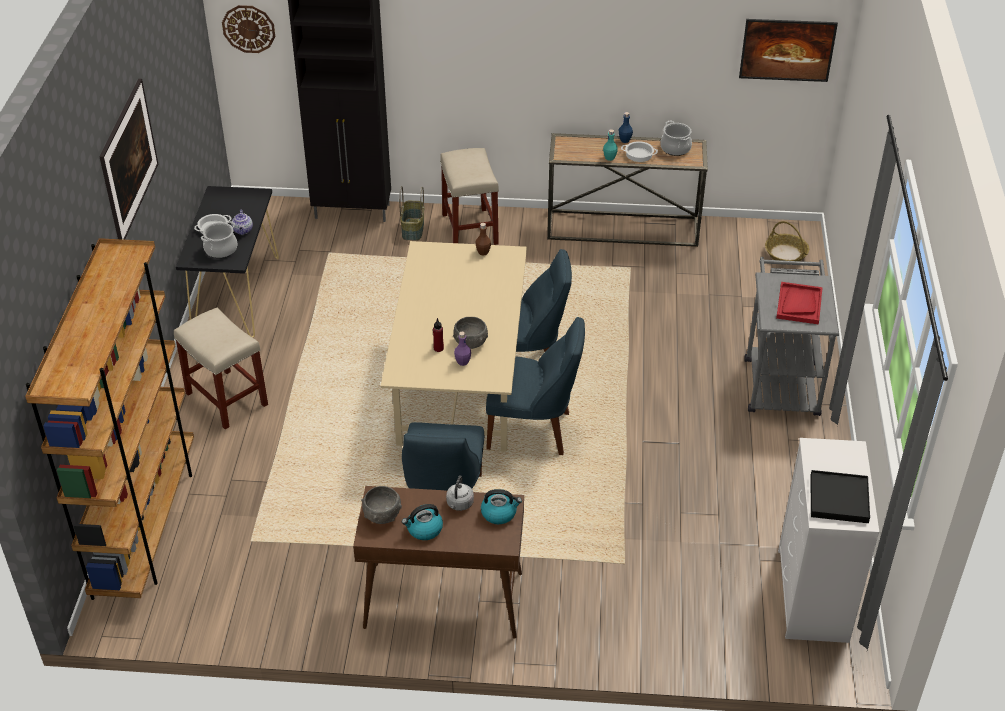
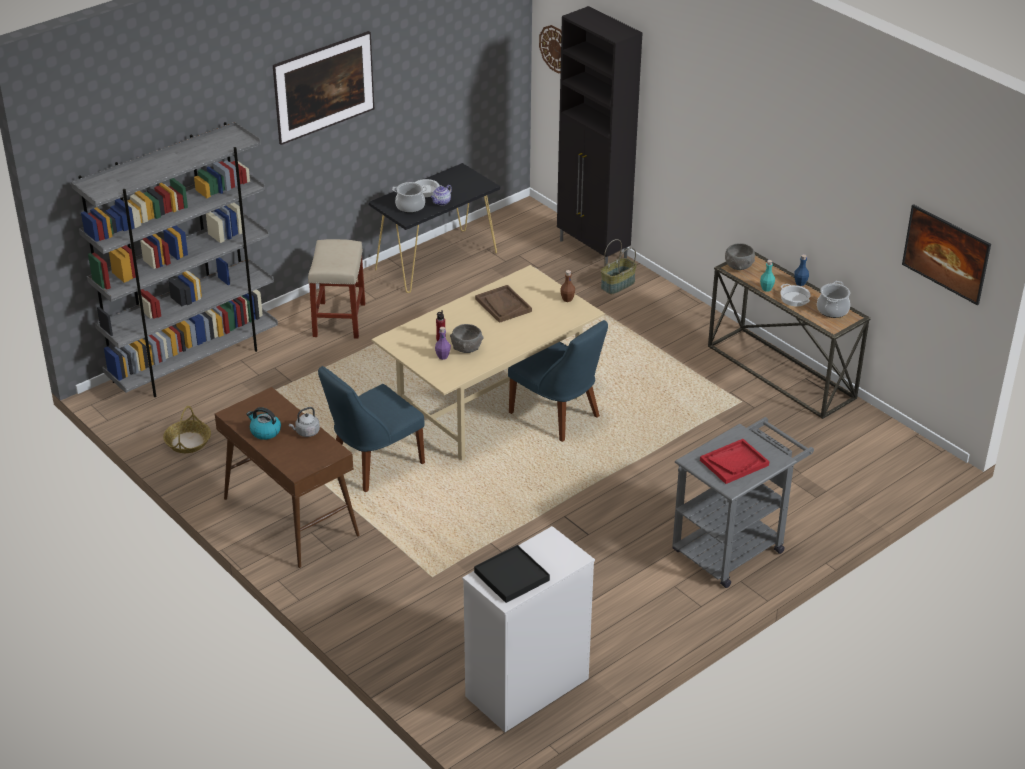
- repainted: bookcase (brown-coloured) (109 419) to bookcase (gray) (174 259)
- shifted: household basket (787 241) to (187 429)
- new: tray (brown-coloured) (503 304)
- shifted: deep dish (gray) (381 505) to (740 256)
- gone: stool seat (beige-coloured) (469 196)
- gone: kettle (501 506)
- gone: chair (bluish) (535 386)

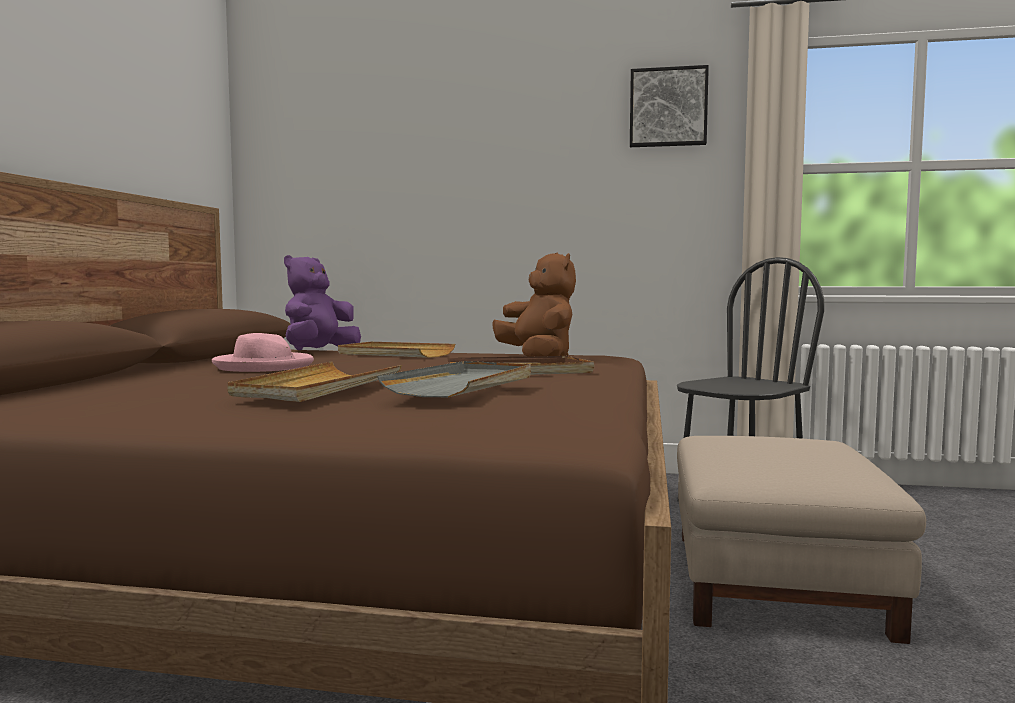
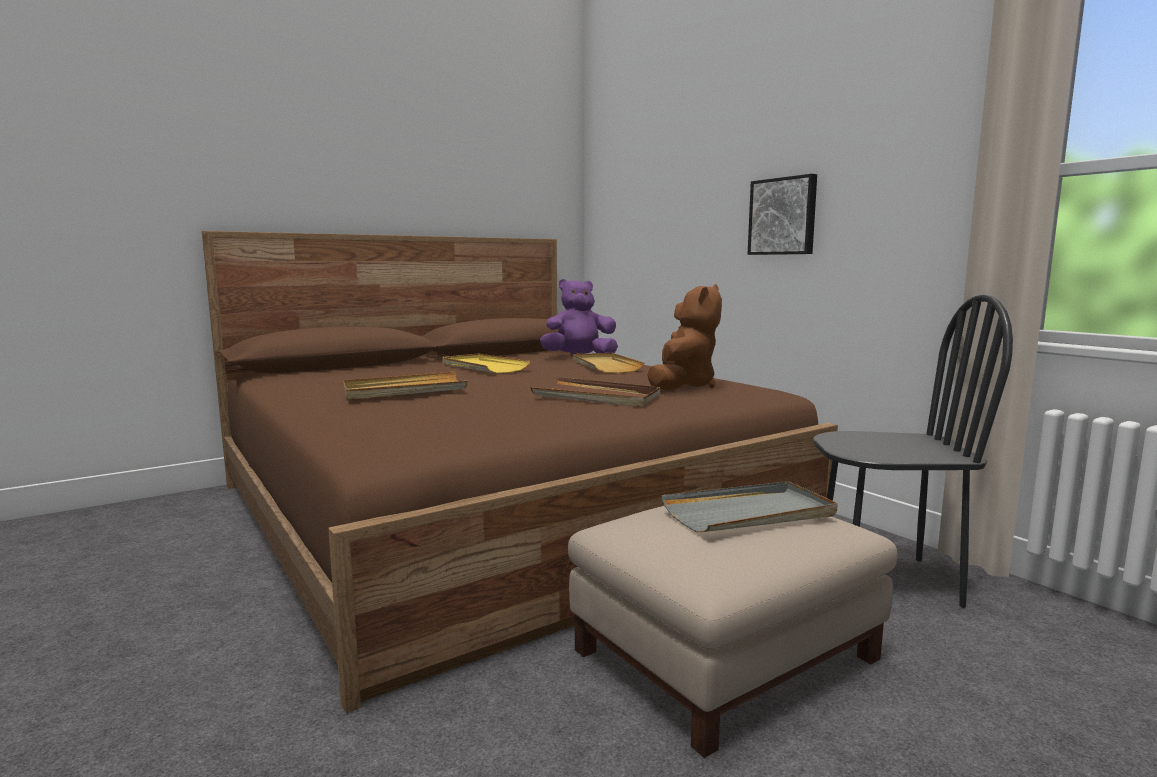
- swapped: clothing hat (pink) (263 352) to tray (yellow-coloured) (486 363)
- shifted: tray (gray) (454 379) to (749 507)
- shifted: picture (669 106) to (782 214)

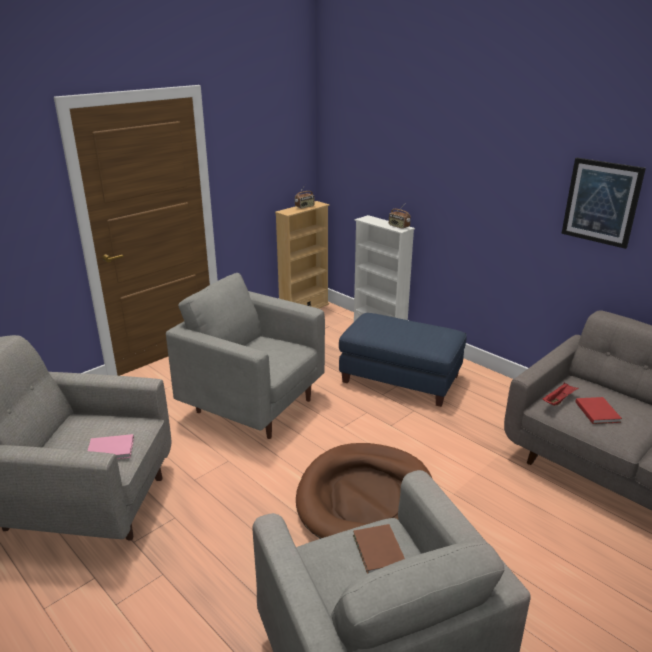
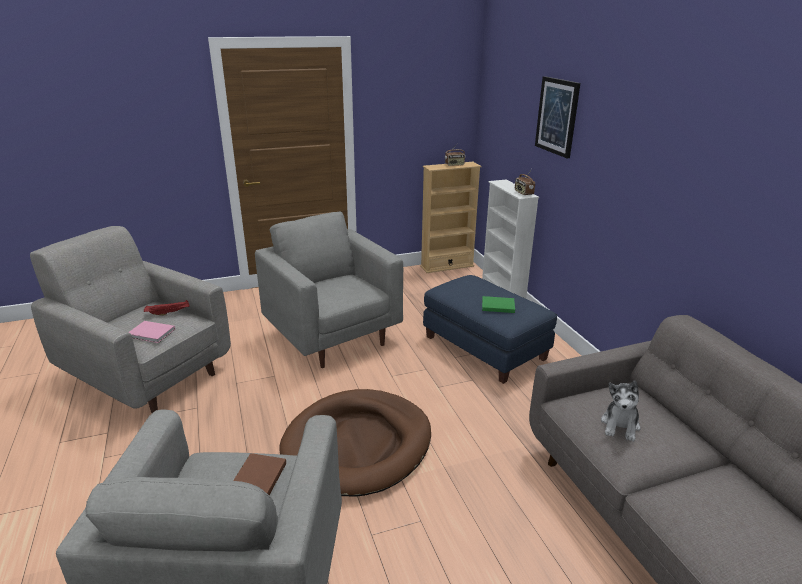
- shifted: tray (red) (560 394) to (166 307)
- new: book (green-coloured) (498 304)
- shifted: picture (603 203) to (557 117)
- swapped: book (red) (598 410) to plush toy (621 411)

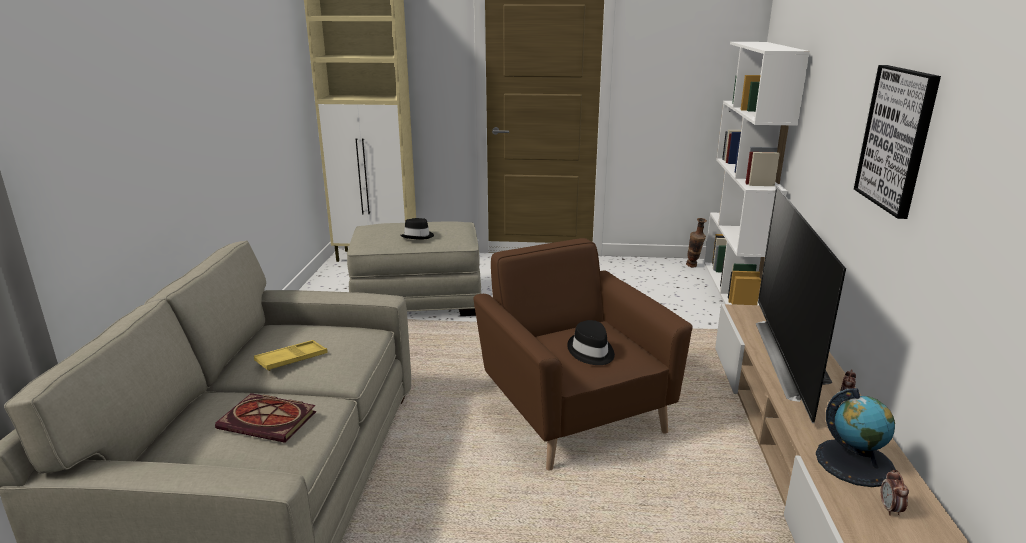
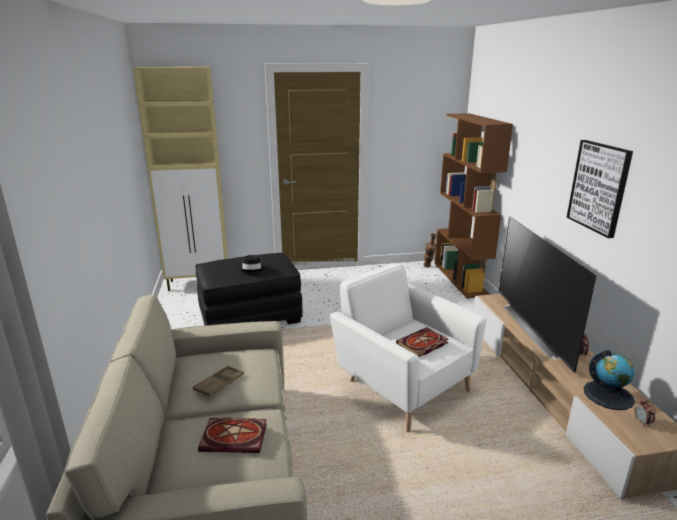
- repainted: tray (yellow-coloured) (290 355) to tray (brown-coloured) (218 381)
- repainted: ottoman (beige-coloured) (414 269) to ottoman (black-coloured) (249 289)
- repainted: lounge chair (brown-coloured) (582 354) to lounge chair (white-coloured) (408 347)
- swapped: clothing hat (black-coloured) (591 342) to book (422 342)
- repainted: bookcase (white-coloured) (757 173) to bookcase (brown-coloured) (474 206)

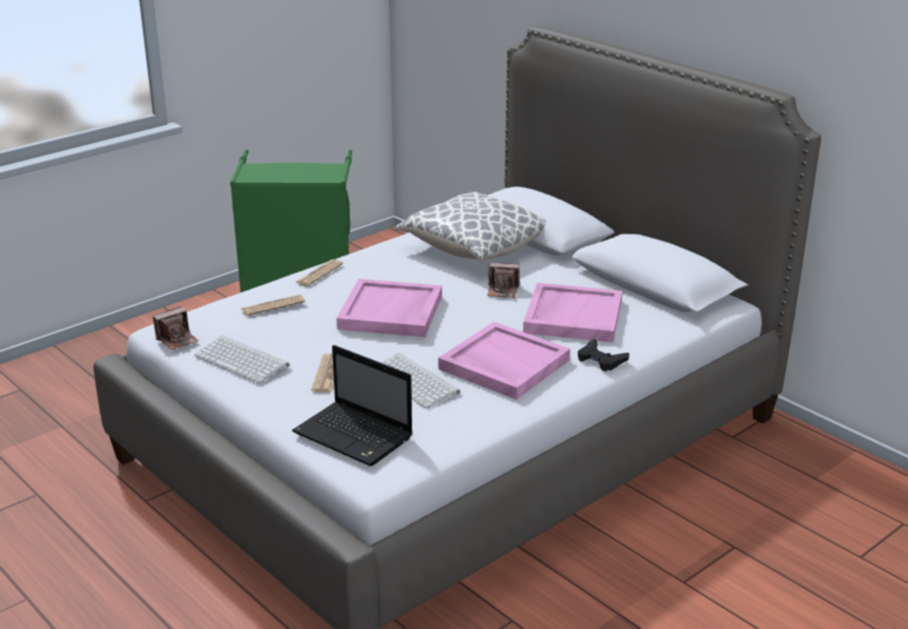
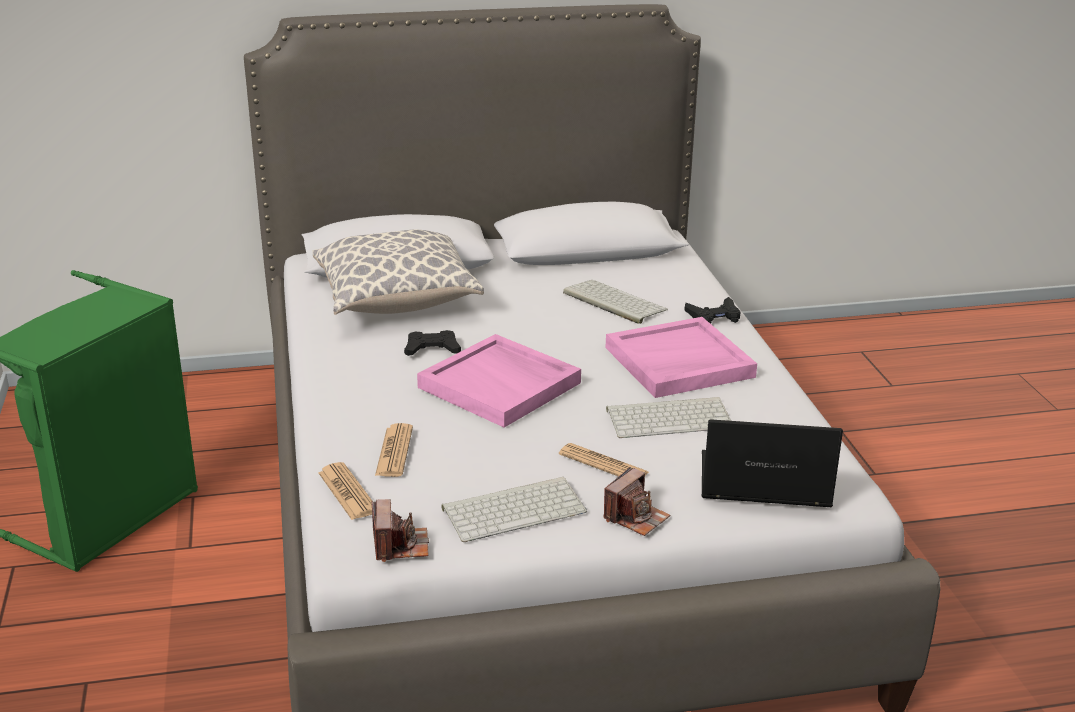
- shifted: printed paper (319 272) to (345 491)
- new: joypad (black-coloured) (432 343)
- swapped: tray (pink) (572 312) to computer keyboard (615 302)
- shifted: still camera (503 280) to (636 501)
- rotated: portable computer (352 405) = (772 463) 150 degrees counterclockwise

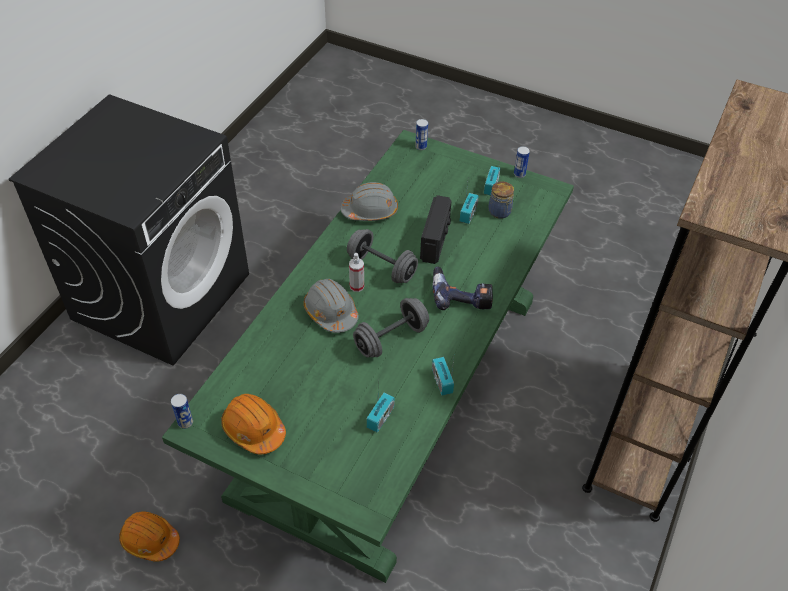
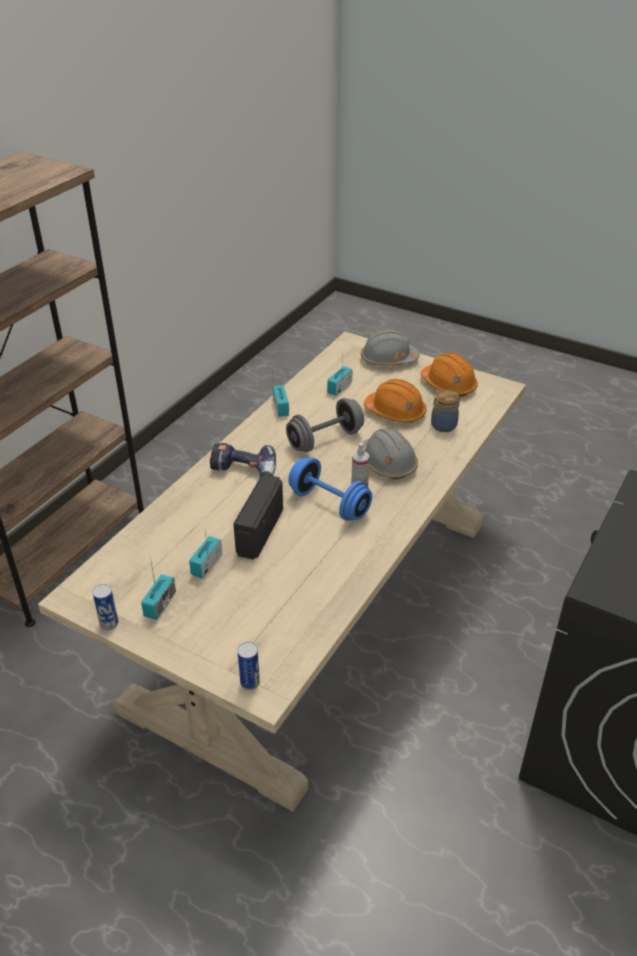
- repainted: kitchen table (green-coloured) (368 356) to kitchen table (beige-coloured) (282 571)
- repainted: dumbbell (gray) (382 256) to dumbbell (bluish) (330 489)
- shifted: hard hat (gray) (369 201) to (390 347)
- shifted: hard hat (orange) (149 537) to (395 401)
- shifted: storage jar (501 200) to (445 411)
- gone: sealed can (182 411)

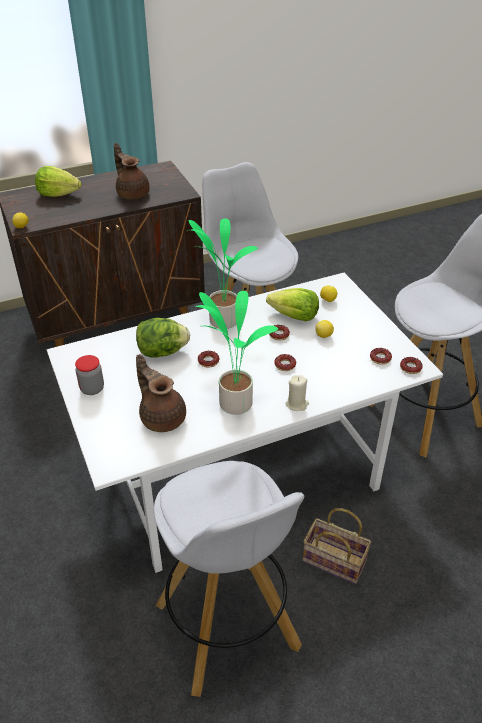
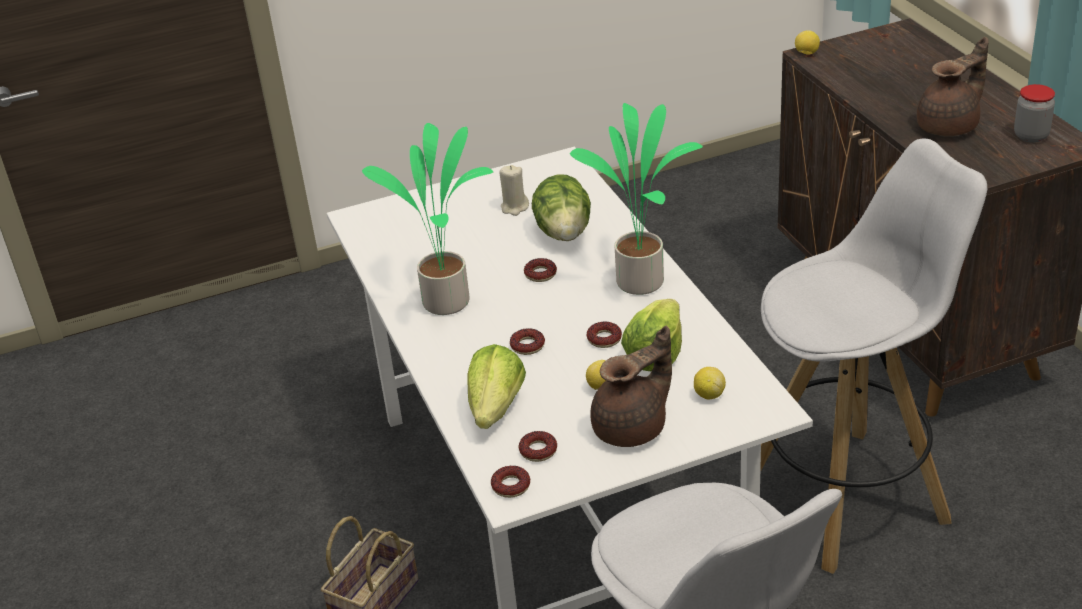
- shifted: lettuce head (58 181) to (496 386)
- shifted: candle (beige-coloured) (297 393) to (514 190)
- shifted: teapot (brown-coloured) (161 393) to (631 386)
- shifted: storage jar (89 375) to (1034 113)
- gone: stool seat (white-coloured) (229 579)

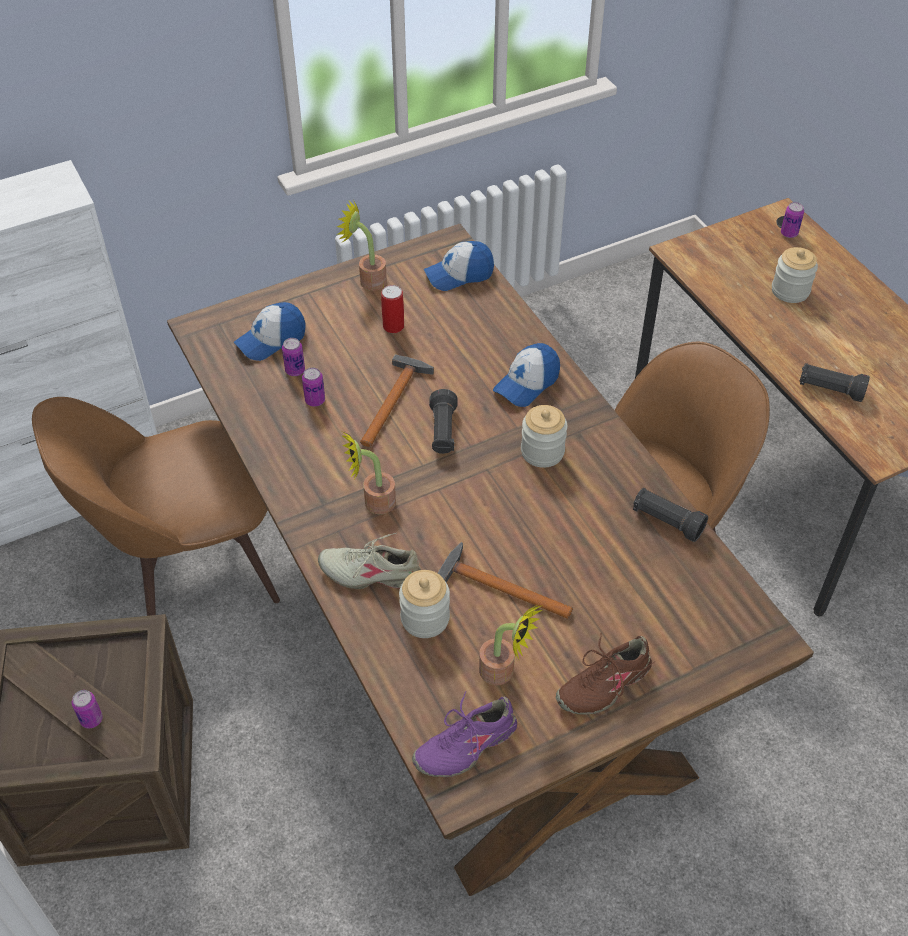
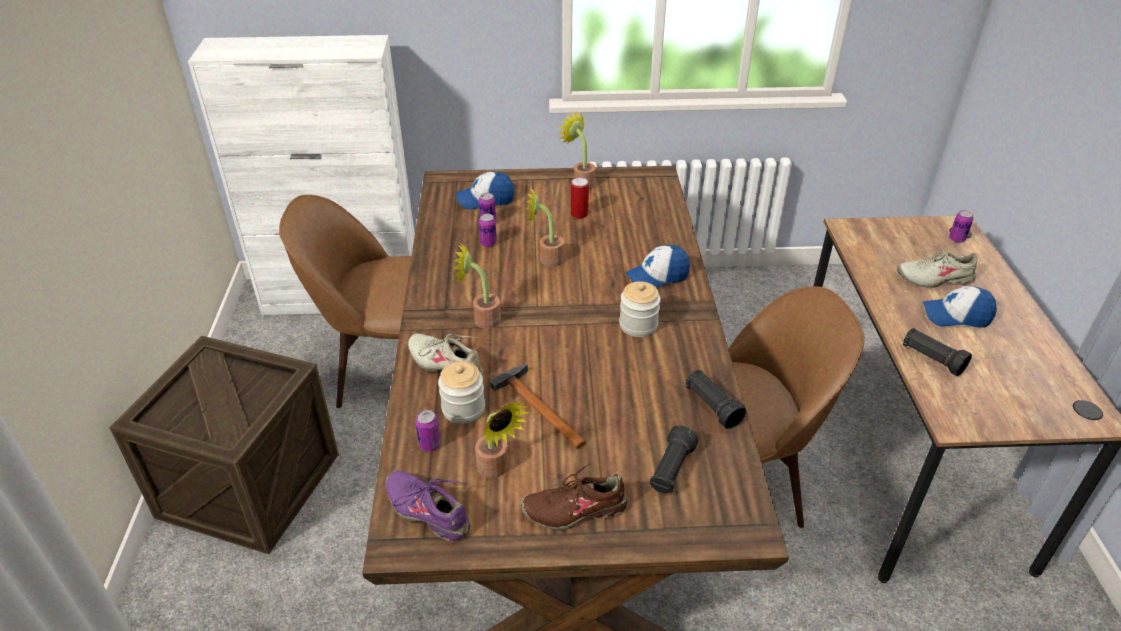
- rotated: low shoe (purple) (464 734) = (428 505) 45 degrees clockwise
- shifted: sealed can (87 709) to (428 430)
- swapped: tool hammer (397 400) to potted plant (544 226)
- shifted: hand torch (black-coloured) (443 421) to (674 459)
- swapped: storage jar (795 275) to low shoe (beige-coloured) (937 268)
- shifted: baseball cap (459 266) to (960 306)

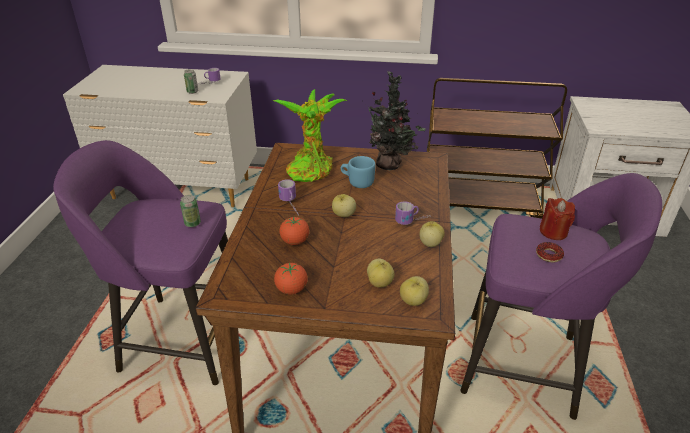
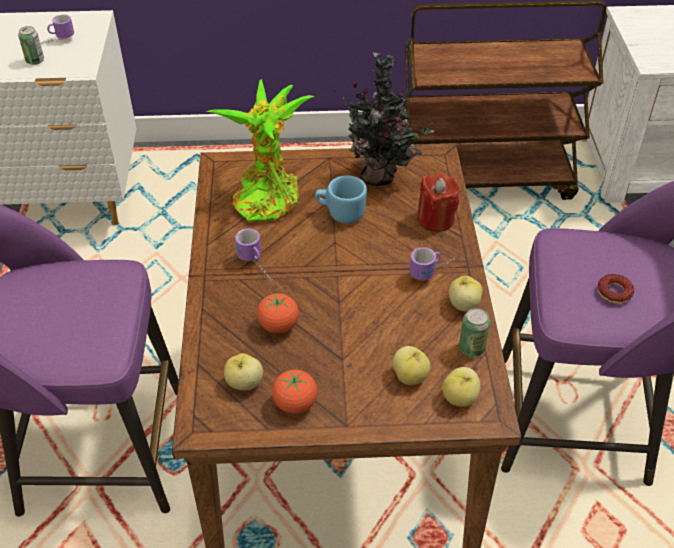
- shifted: apple (344 205) to (243 371)
- shifted: candle (red) (557 219) to (438 202)
- shifted: sealed can (190 211) to (474 332)

